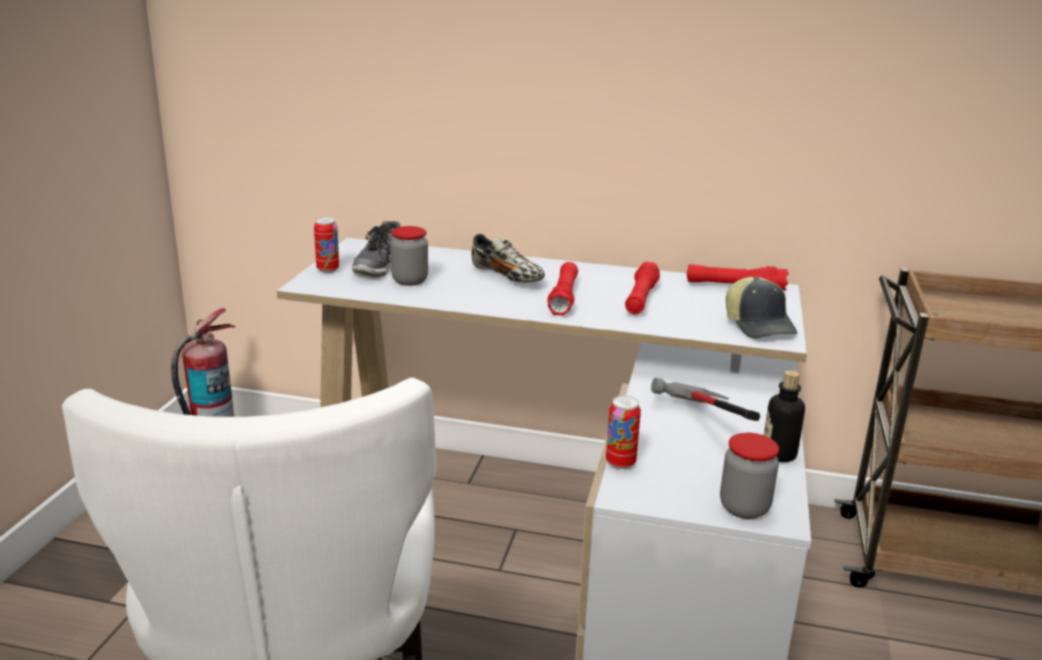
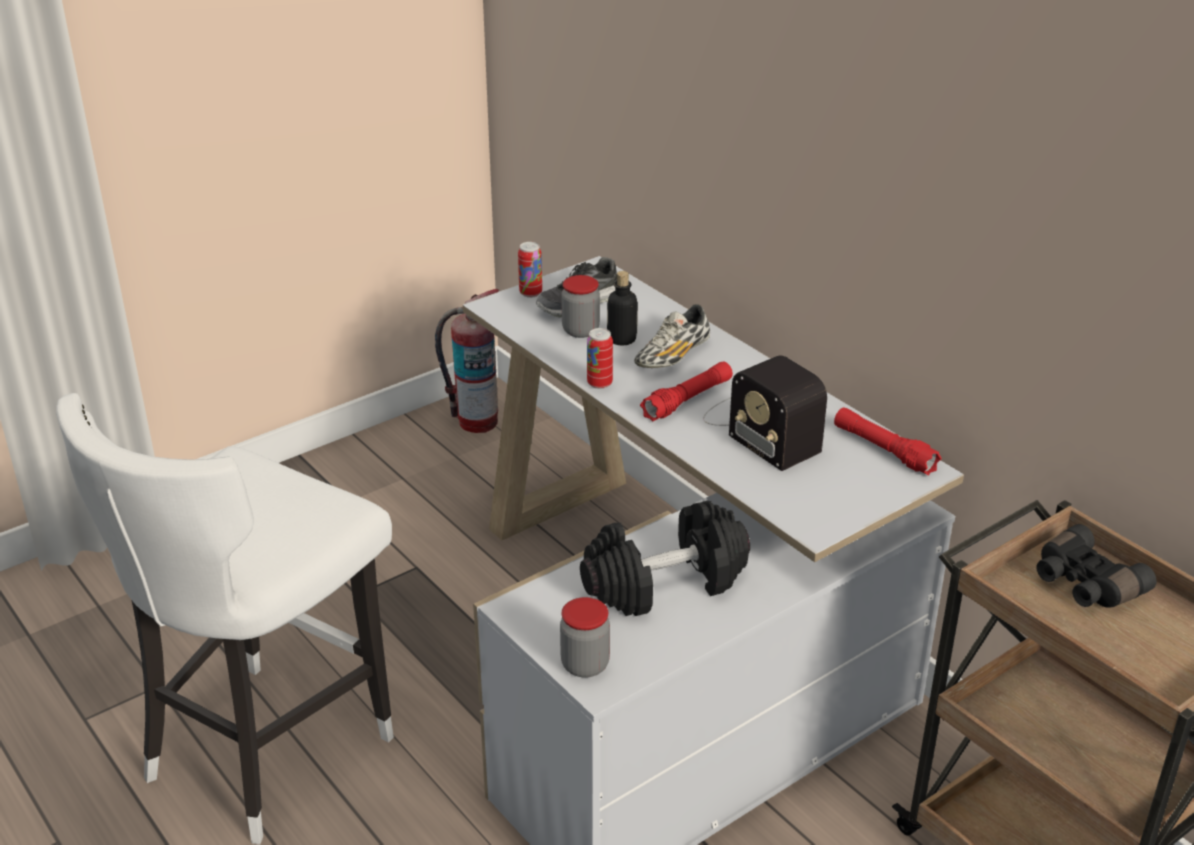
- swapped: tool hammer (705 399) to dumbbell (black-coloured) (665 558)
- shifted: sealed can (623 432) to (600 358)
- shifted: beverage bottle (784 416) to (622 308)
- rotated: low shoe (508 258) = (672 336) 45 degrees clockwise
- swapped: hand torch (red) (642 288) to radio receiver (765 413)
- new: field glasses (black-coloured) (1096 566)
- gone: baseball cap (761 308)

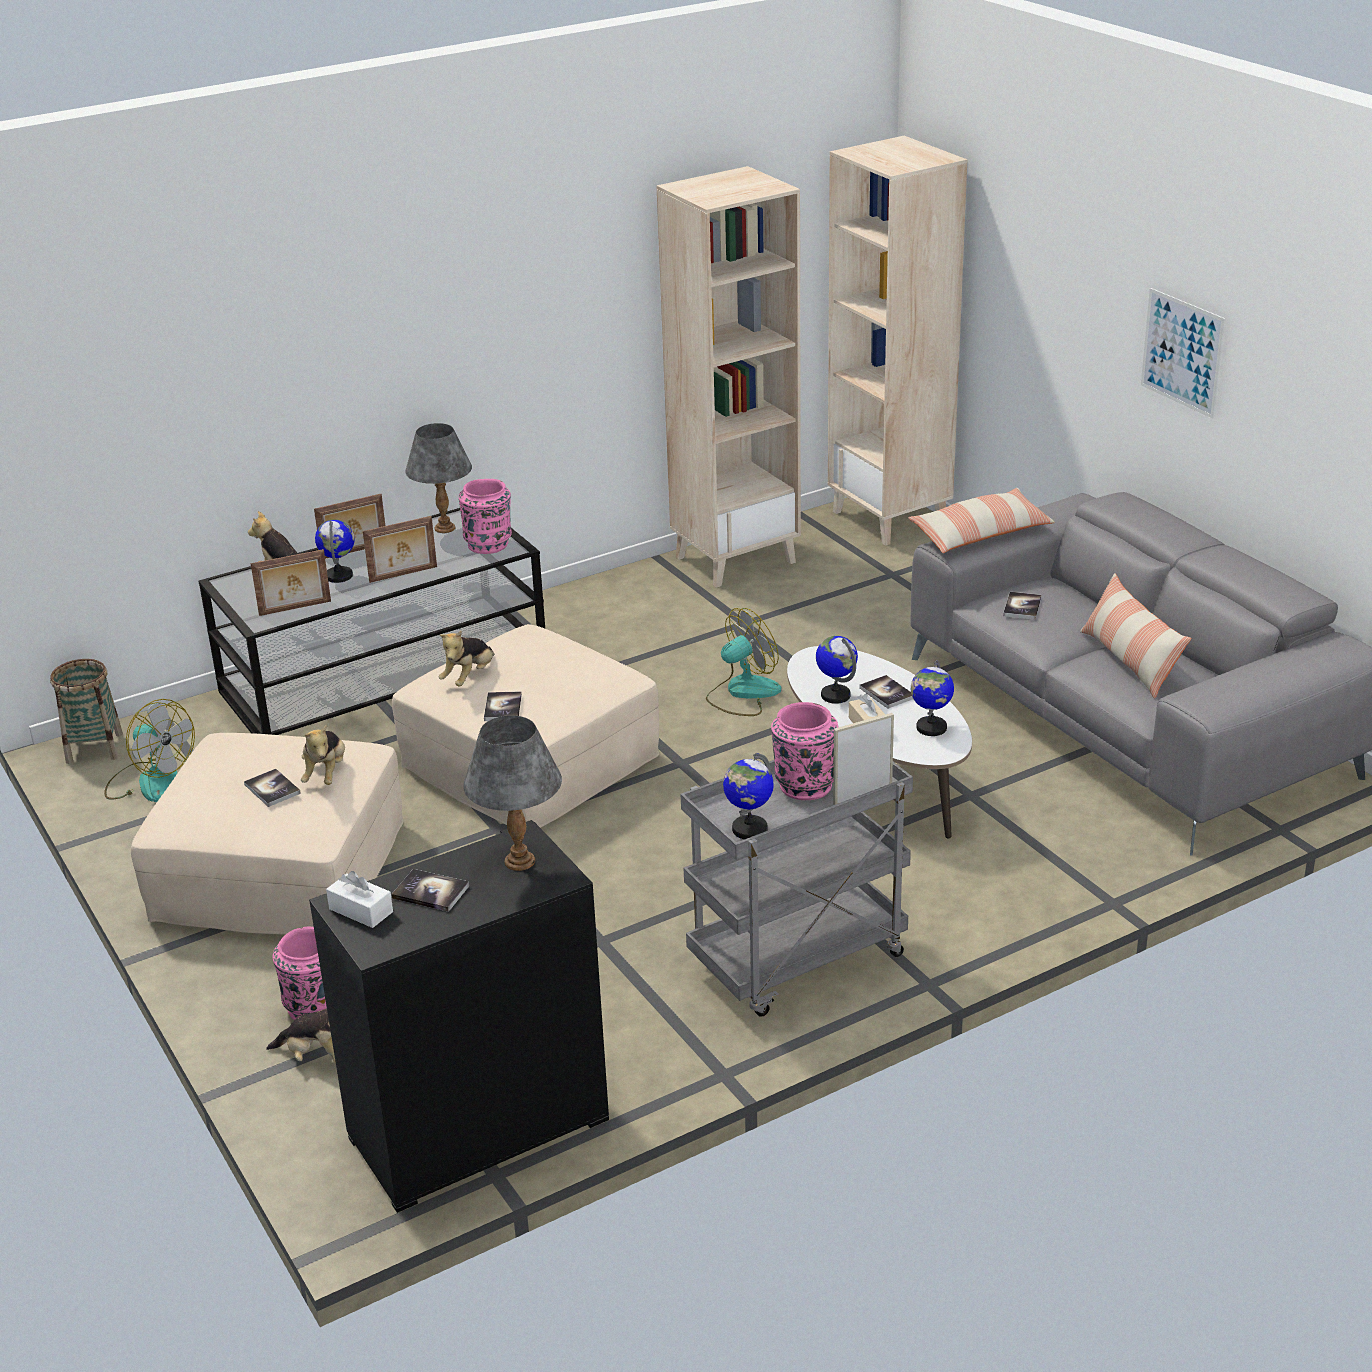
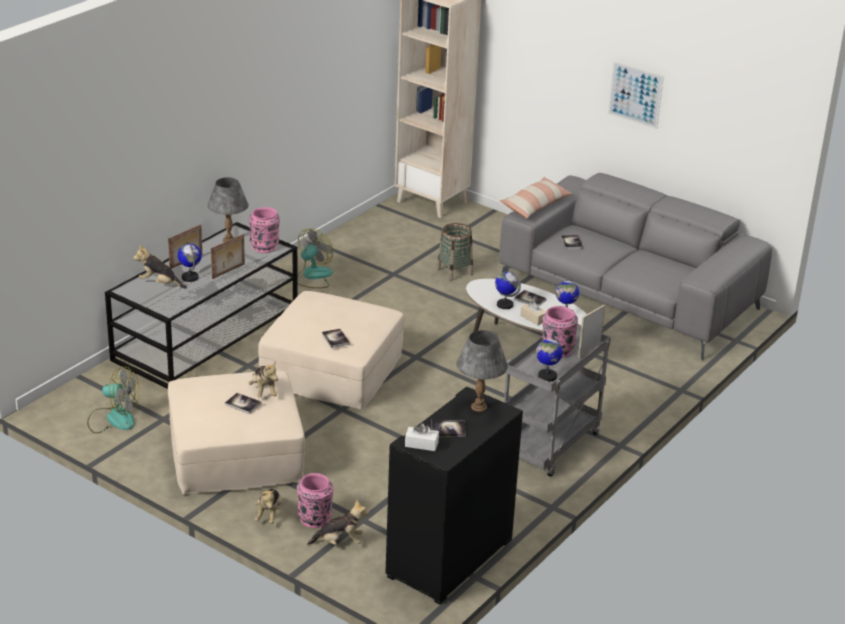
- shifted: plush toy (467 658) to (268 506)
- shifted: fan (744 662) to (315 258)
- shifted: household basket (86 711) to (455 252)
- gone: picture frame (291 582)
- gone: bookcase (beige-coloured) (729 377)
- gone: cushion (1135 636)

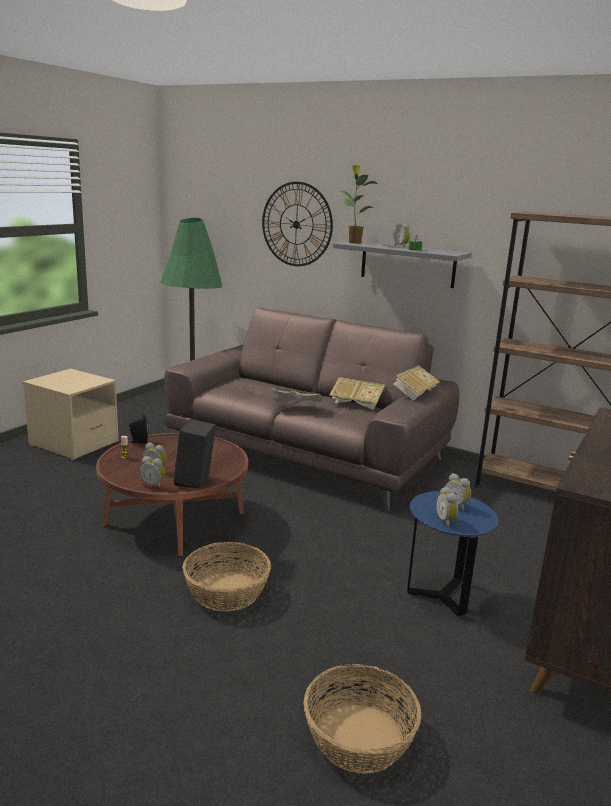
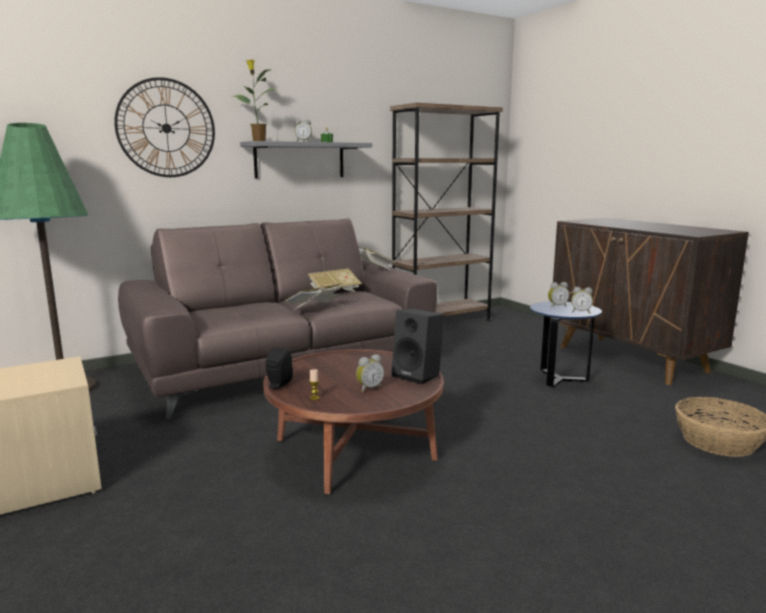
- gone: alarm clock (152 472)
- gone: household basket (226 577)

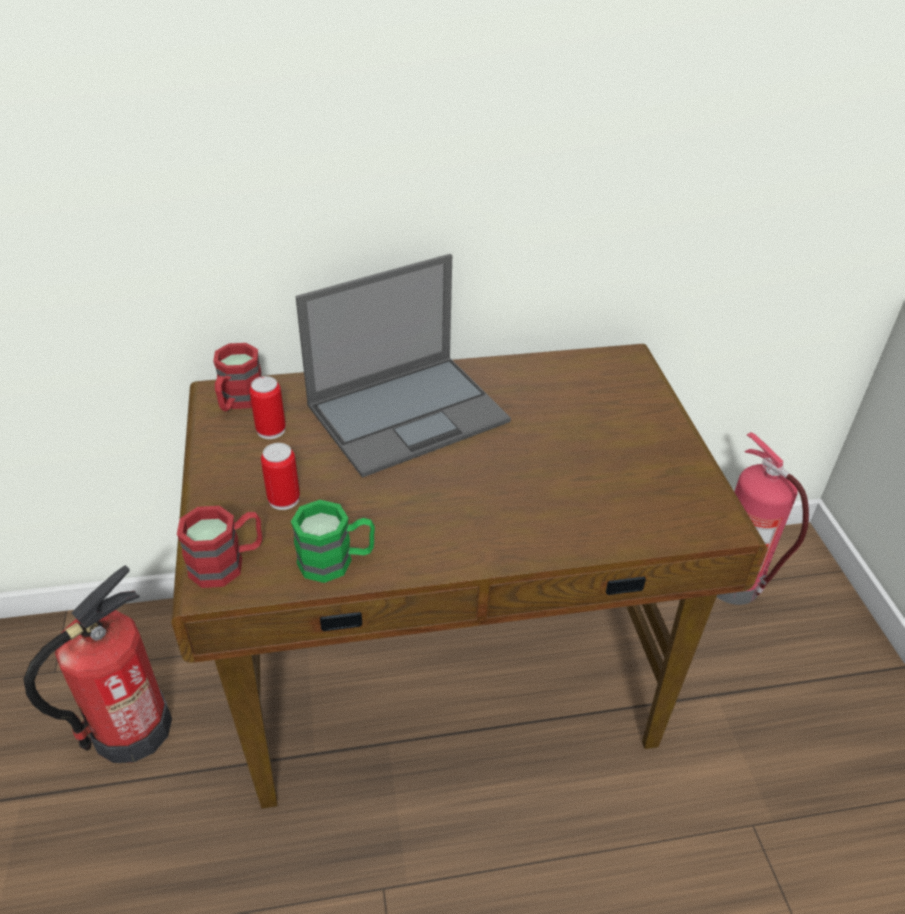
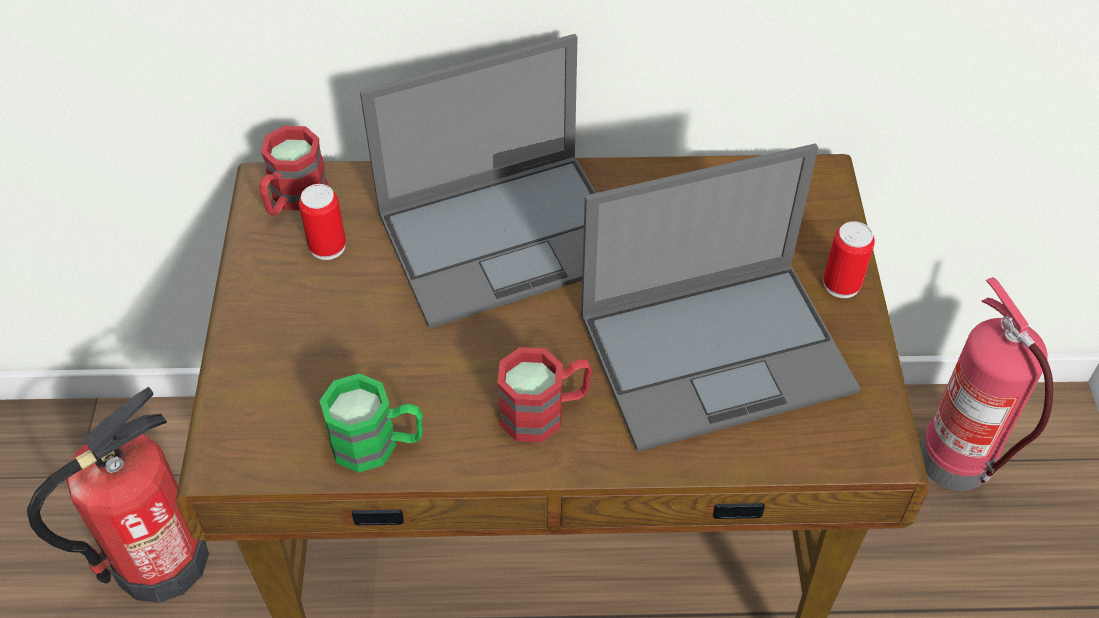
- shifted: mug (red) (219 547) to (544 394)
- new: portable computer (720 298)
- shifted: sealed can (280 476) to (849 259)

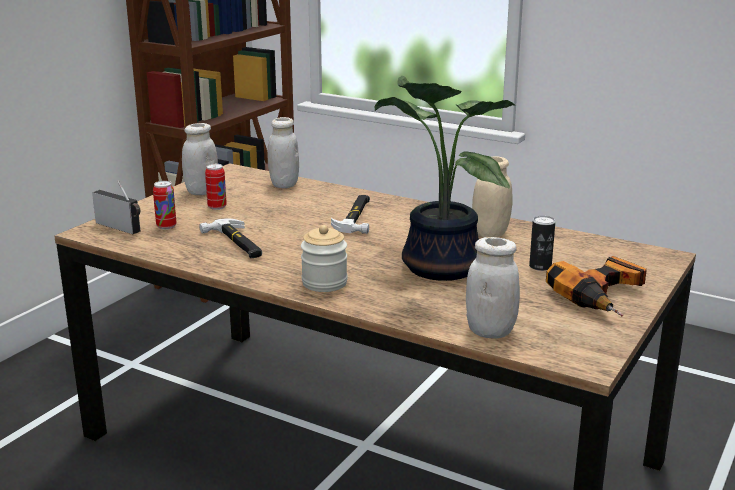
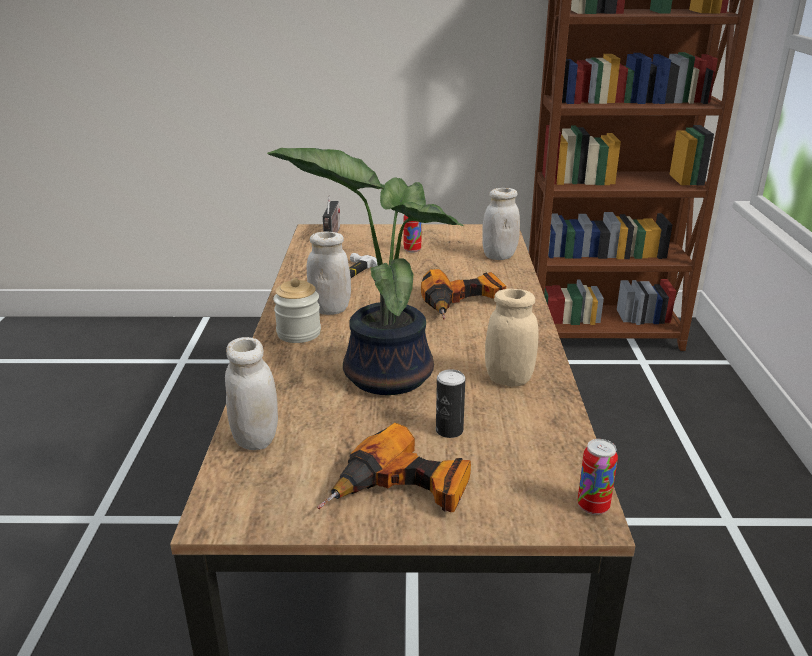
- shifted: storage jar (white-coloured) (200 159) to (329 273)
- swapped: tool hammer (350 214) to electric drill (463 294)
- shifted: sealed can (165 205) to (597 477)

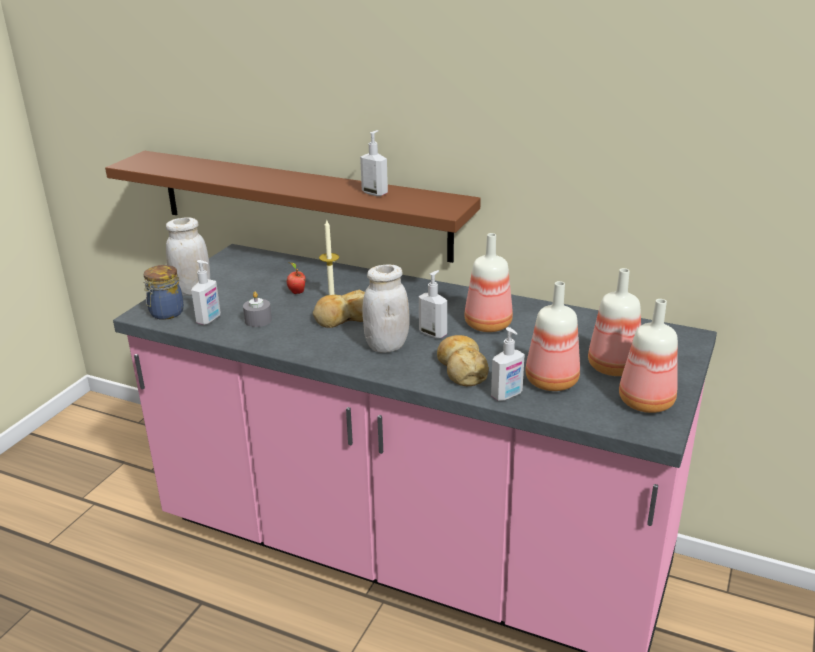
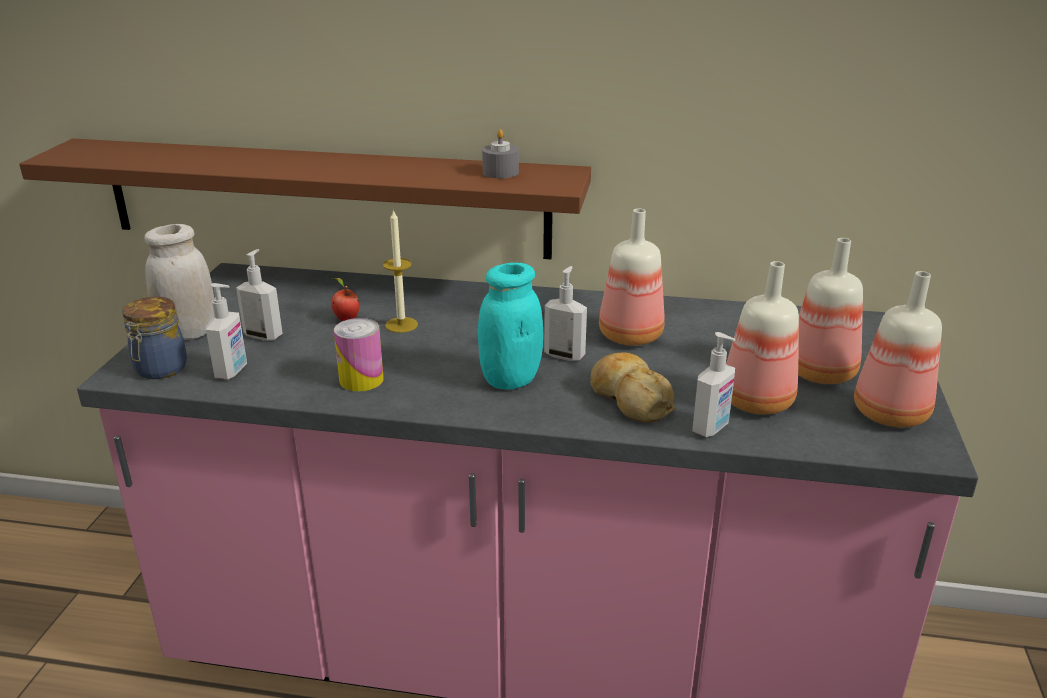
- shifted: soap dispenser (374 163) to (259 295)
- new: sealed can (359 355)
- repainted: storage jar (white-coloured) (385 308) to storage jar (turquoise-coloured) (510 326)
- shifted: candle (gray) (257 309) to (500 153)
- gone: bakery bread (339 308)

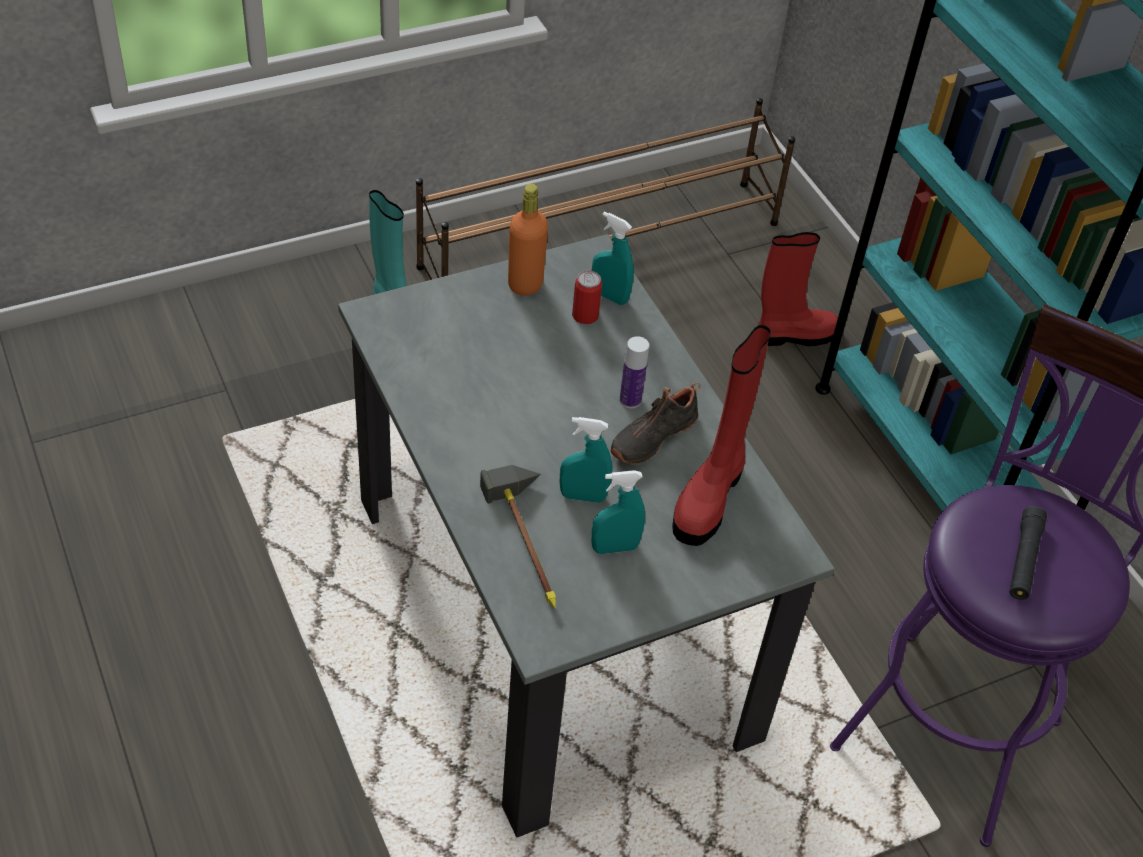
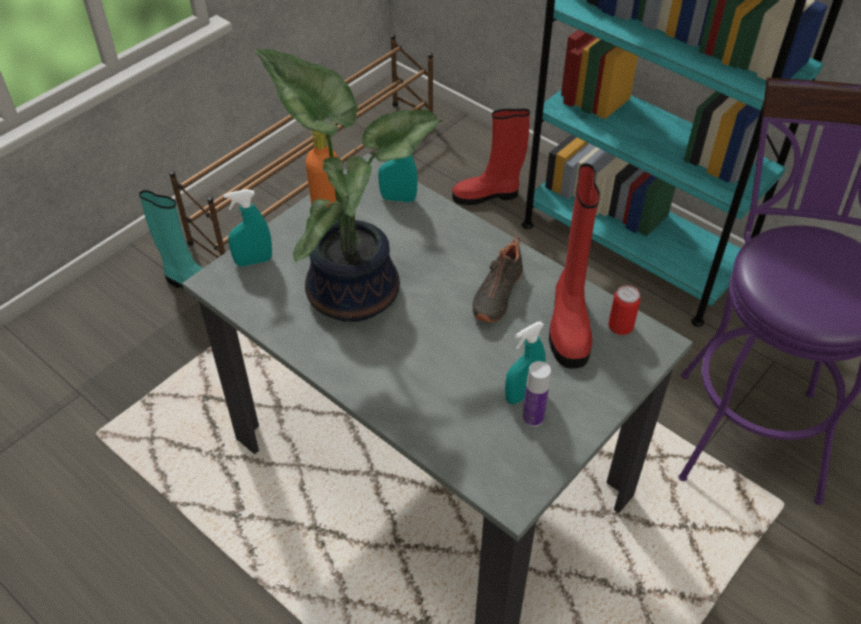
- shifted: spray bottle (turquoise-coloured) (586 460) to (248 227)
- new: potted plant (348 185)
- rotated: tall boot (red) (798 289) = (491 157) 150 degrees counterclockwise
- shifted: beverage bottle (634 372) to (536 394)
- shifted: sealed can (587 297) to (624 310)
- gone: tool hammer (518 537)
- gone: hand torch (black-coloured) (1028 553)

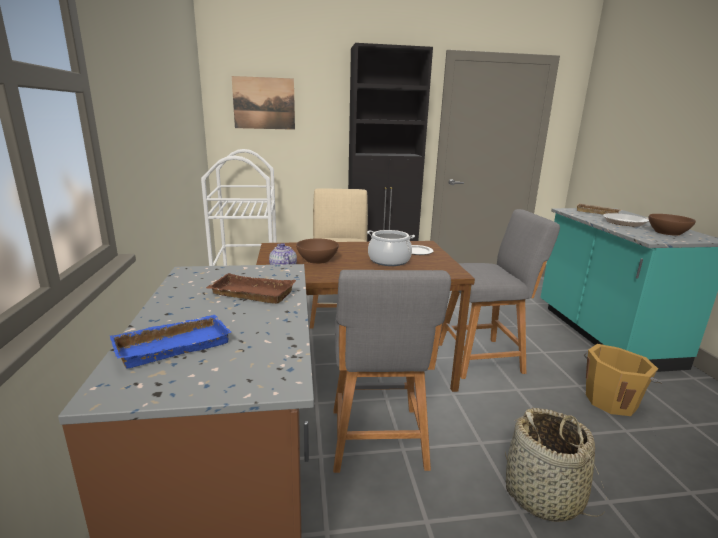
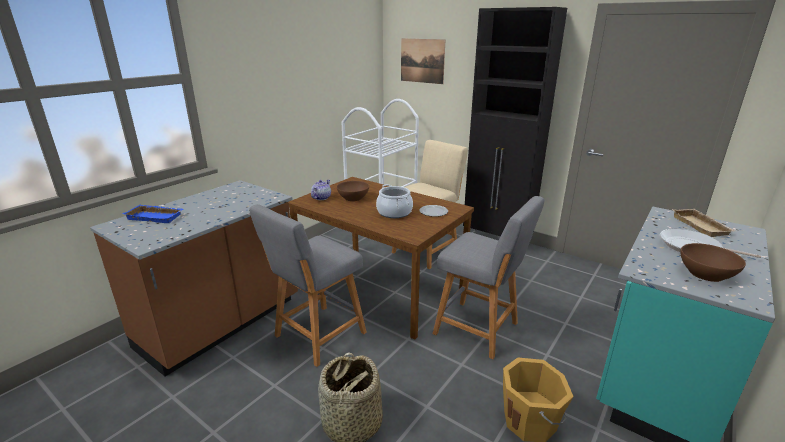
- gone: tray (brown-coloured) (251 288)

